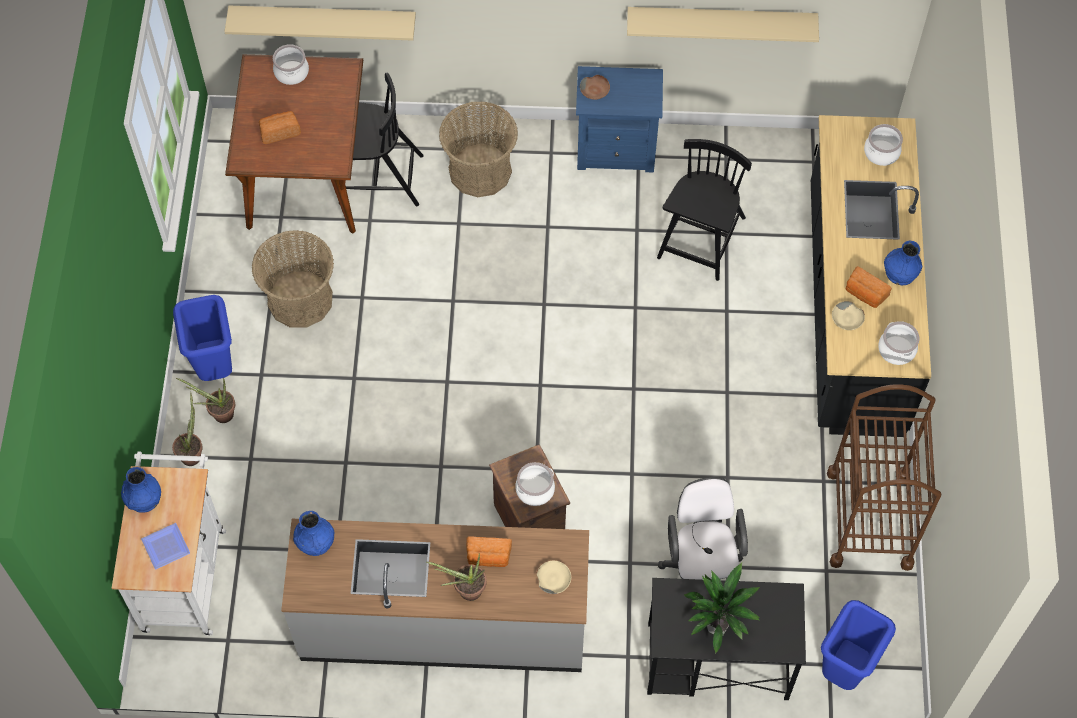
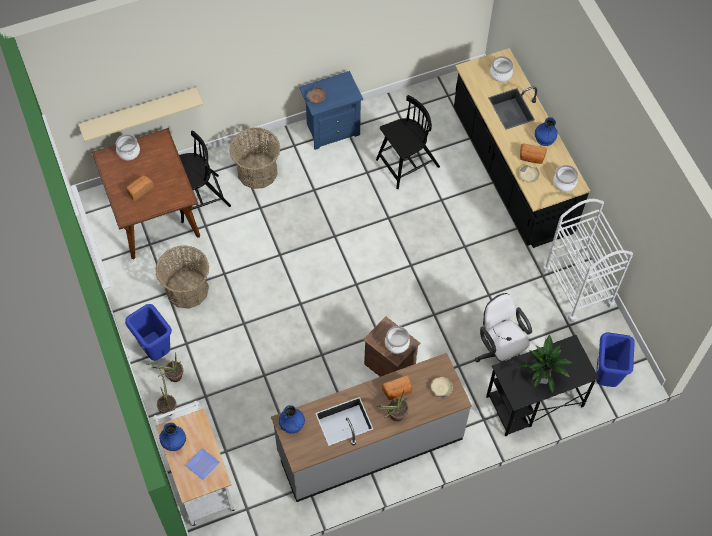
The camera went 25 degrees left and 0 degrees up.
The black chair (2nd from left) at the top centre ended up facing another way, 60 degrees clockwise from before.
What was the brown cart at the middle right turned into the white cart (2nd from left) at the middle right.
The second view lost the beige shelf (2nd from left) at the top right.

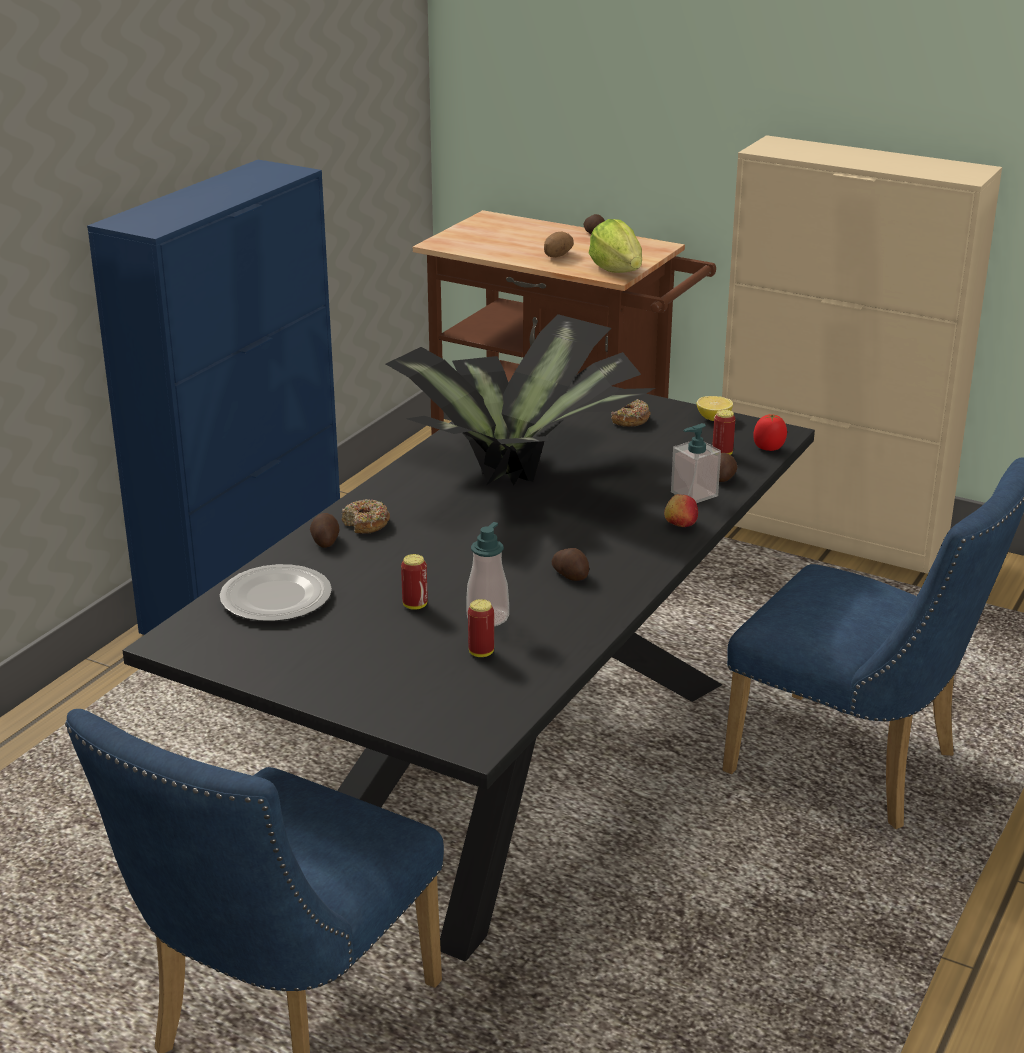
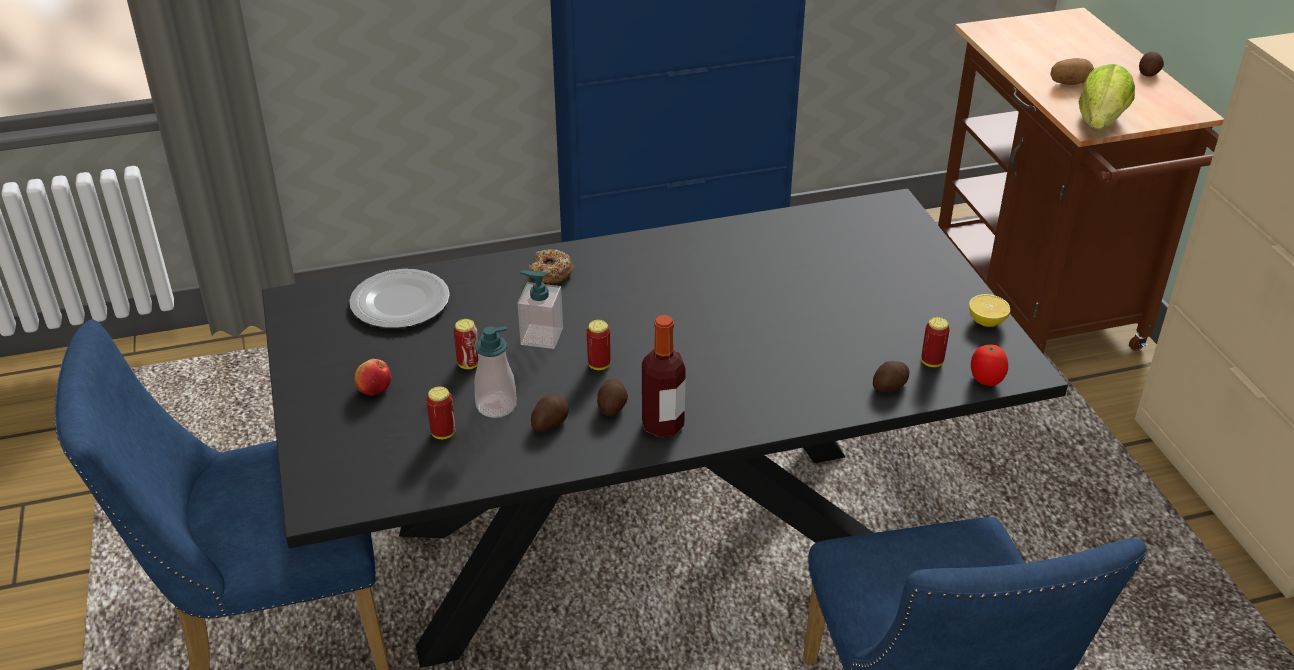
The camera went 45 degrees right and 10 degrees up.
The apple ended up elsewhere, having gone from the centre to the middle left.
The soap dispenser (2nd from left) ended up elsewhere, having gone from the middle right to the centre.
The potato (1st from left) ended up elsewhere, having gone from the middle left to the centre.
The second view gained the can (3rd from left) at the centre.
The second view gained the bottle at the centre.
The second view lost the potted plant at the centre.
The second view lost the donut (2nd from left) at the centre.

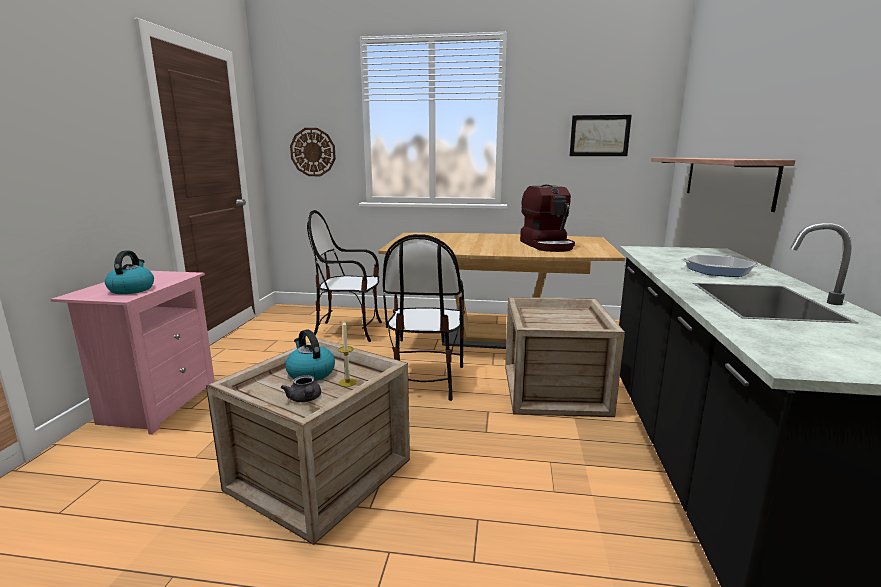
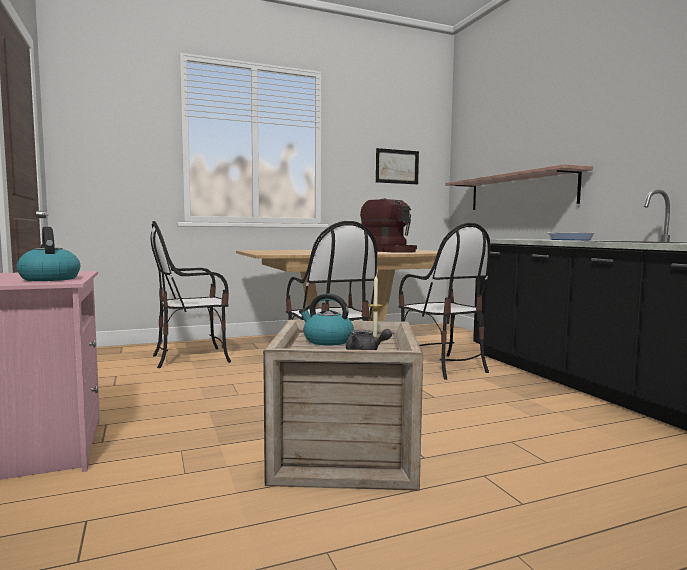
The camera went 30 degrees left and 10 degrees down.
Where the crate (2nd from left) stood at the centre, the chair (3rd from left) came to stand at the centre.
The second view lost the wall clock at the top centre.

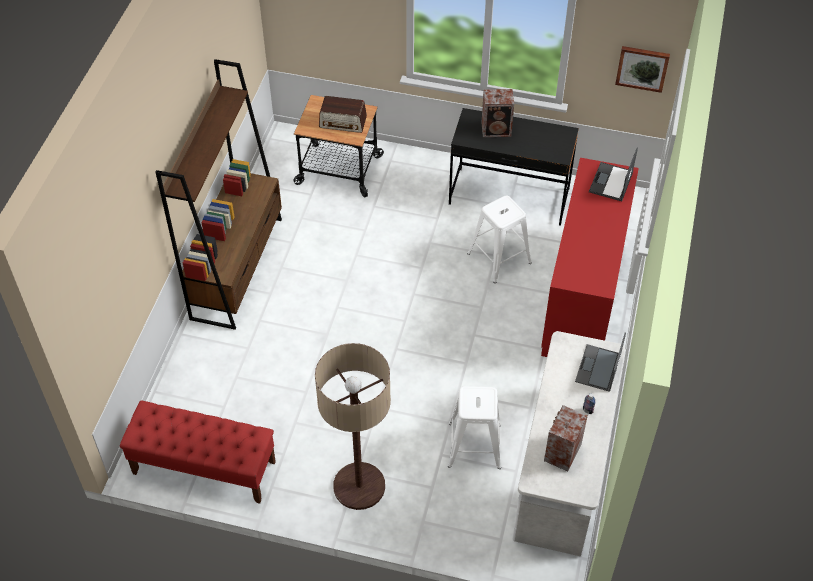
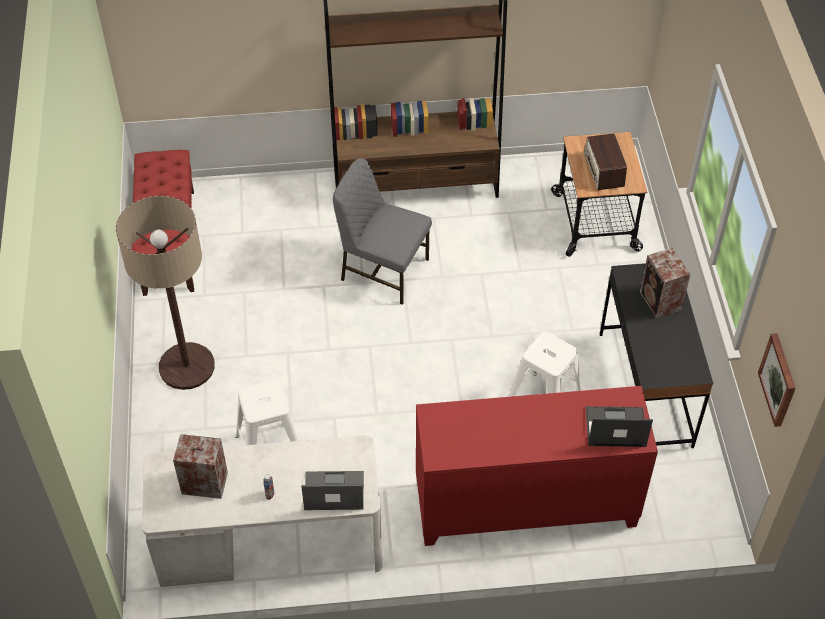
The camera went 70 degrees right and 0 degrees up.
The second view gained the grey chair at the centre.

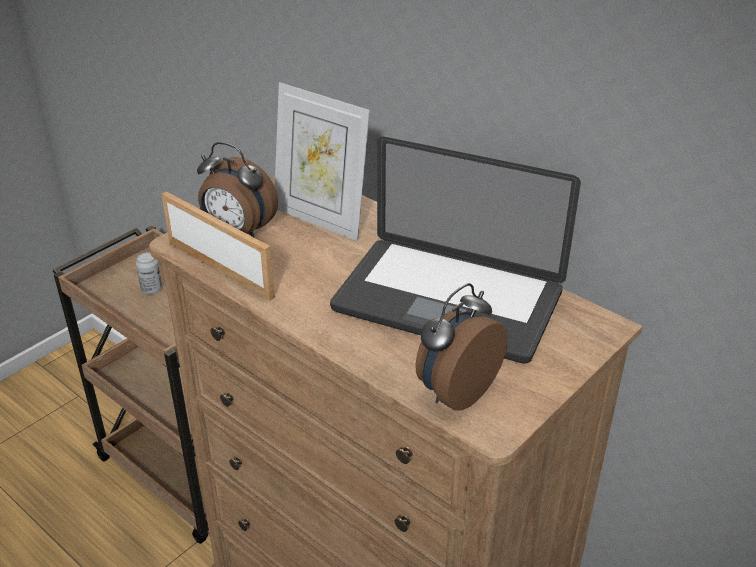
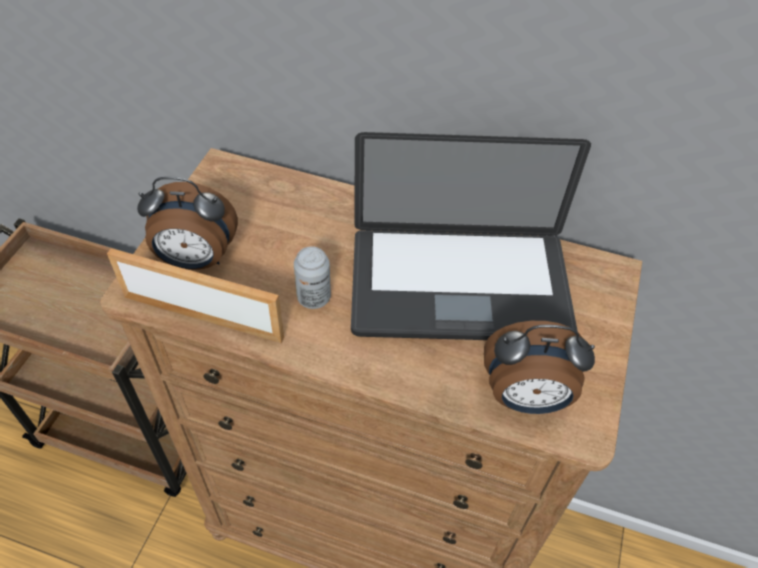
The camera went 25 degrees left and 15 degrees up.
The can ended up elsewhere, having gone from the middle left to the centre.
The alarm clock (2nd from left) at the centre ended up facing another way, 105 degrees counterclockwise from before.
The second view lost the picture frame (2nd from left) at the top centre.

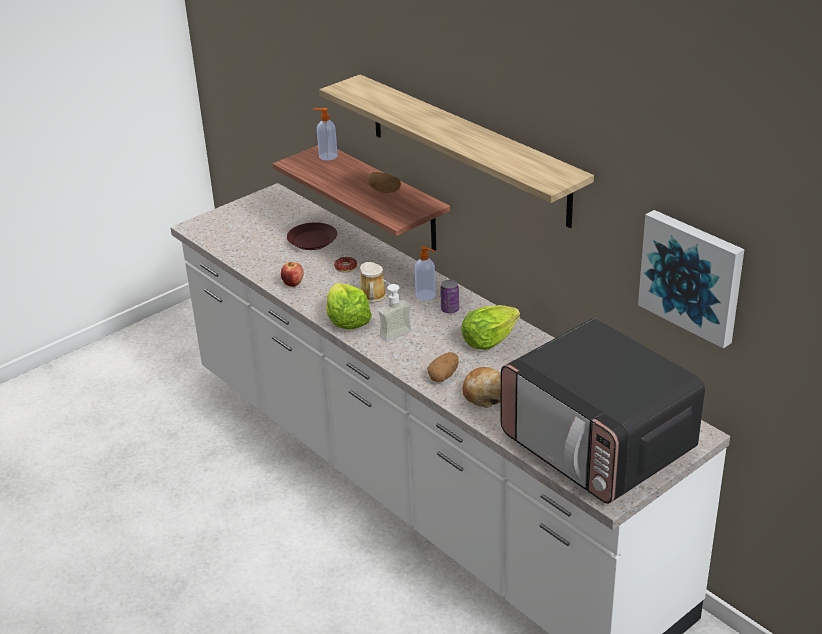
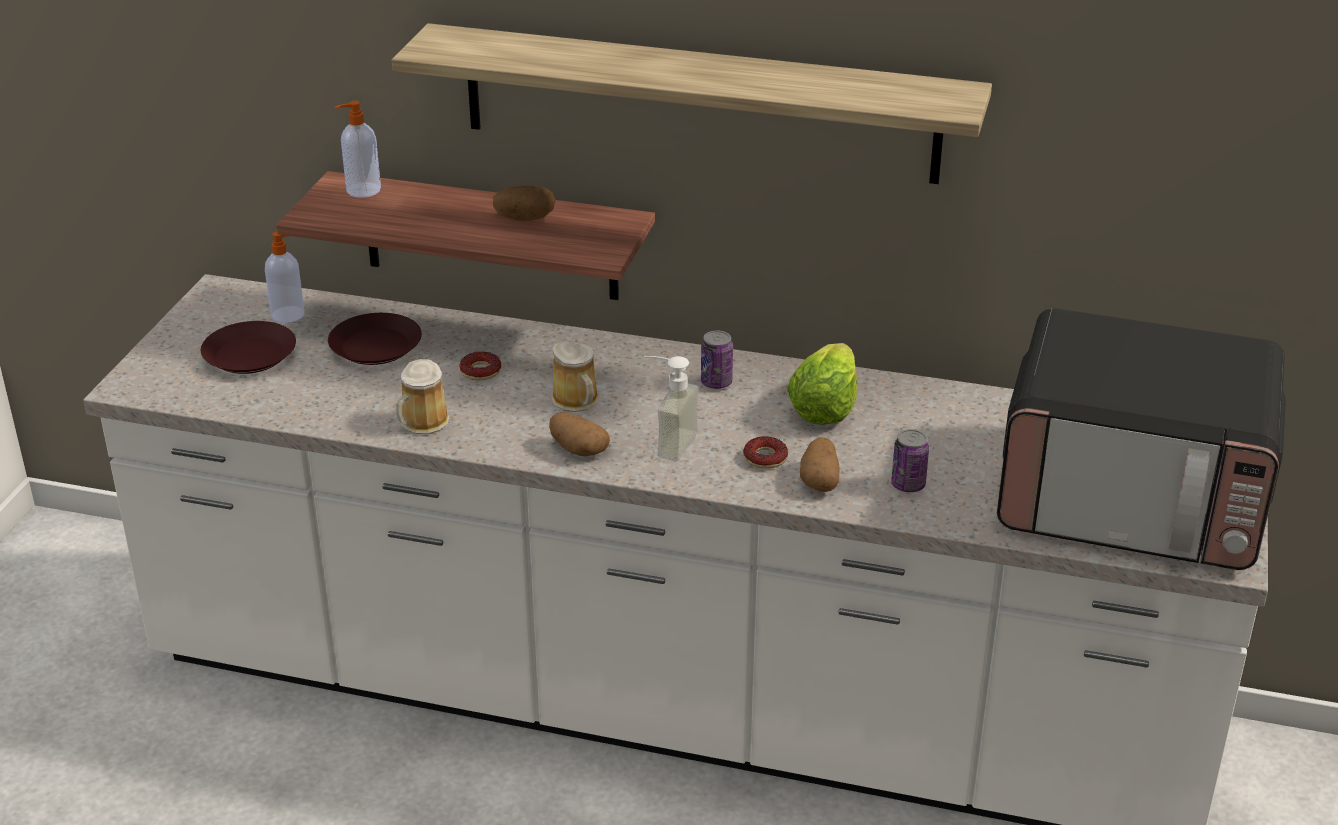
The camera went 35 degrees left and 0 degrees up.
The second view gained the brown plate (1st from left) at the middle left.
The soap dispenser (3rd from left in the first image) ended up elsewhere, having gone from the centre to the middle left.
Where the apple stood at the centre, the mug (1st from left) came to stand at the middle left.
Where the lettuce (1st from left) stood at the centre, the potato (2nd from left) came to stand at the centre.
The second view gained the donut (2nd from left) at the centre.
Where the bread stood at the centre, the can (2nd from left) came to stand at the middle right.
The second view lost the picture at the middle right.

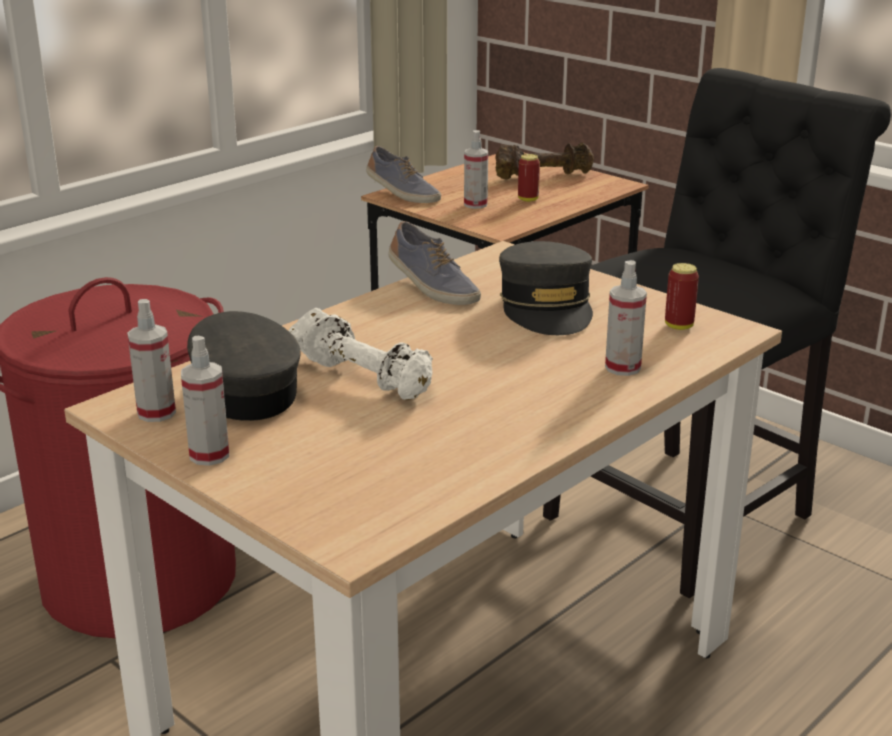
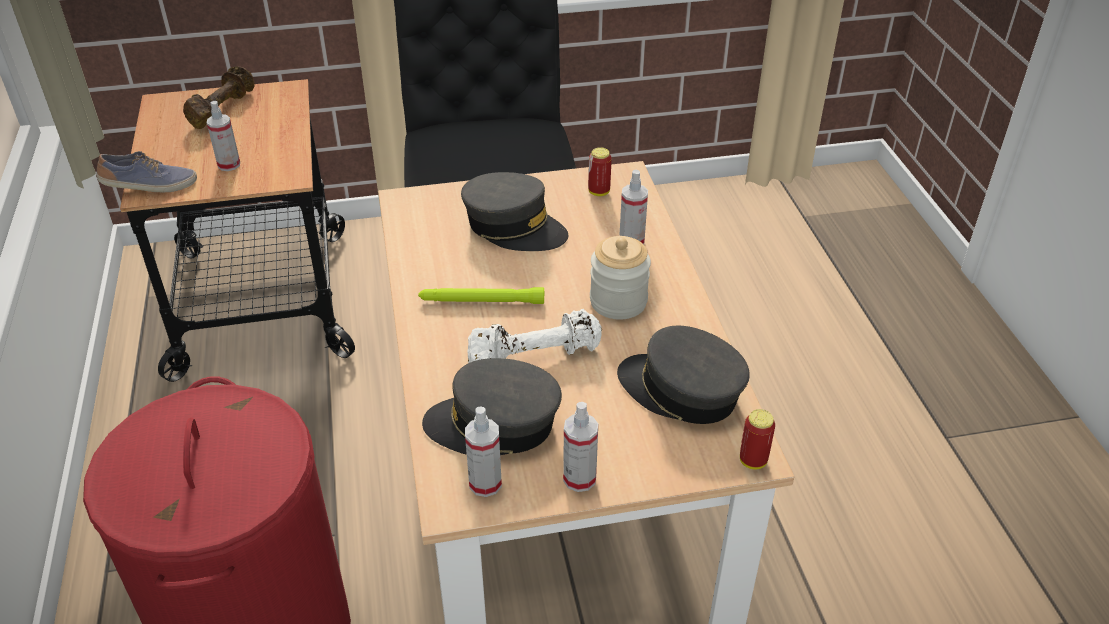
The camera went 55 degrees left and 15 degrees up.
The second view gained the green flashlight at the centre.
The second view gained the jar at the centre.
The second view gained the grey cap (3rd from left) at the centre.
The can (1st from left in the first image) ended up elsewhere, having gone from the top centre to the bottom right.
The second view lost the shoe (2nd from left) at the centre.

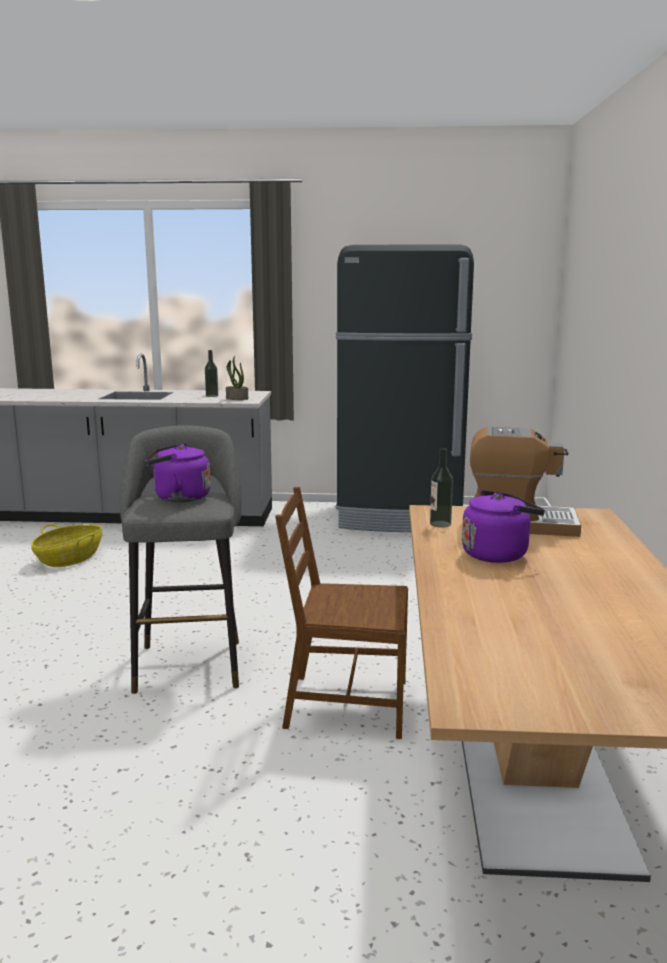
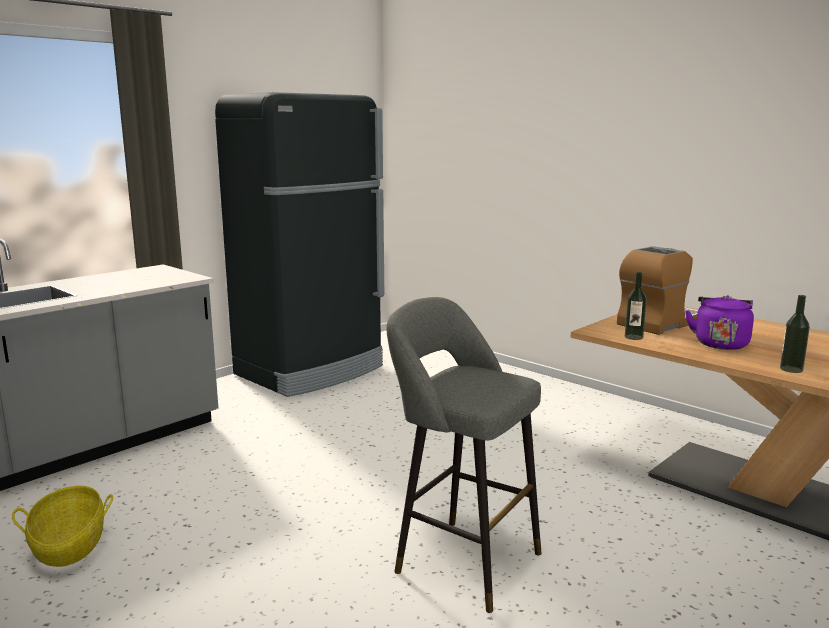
The camera went 50 degrees left and 0 degrees up.
The bottle (1st from left in the first image) ended up elsewhere, having gone from the middle left to the middle right.
The second view lost the purple kettle (1st from left) at the middle left.
The second view lost the potted plant at the centre.
The second view lost the brown chair at the centre.

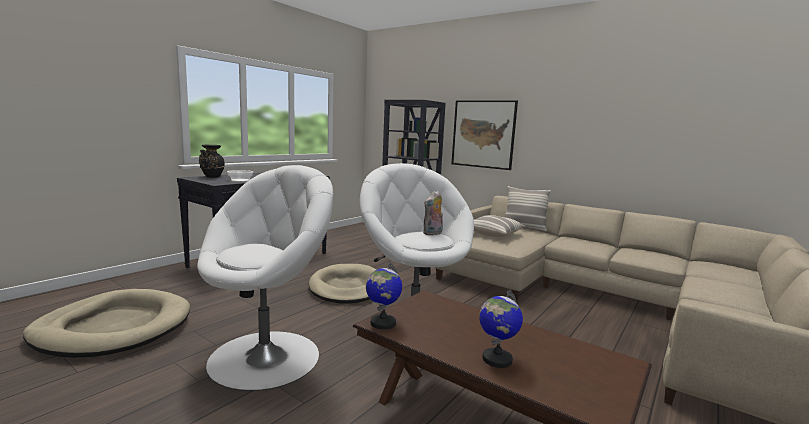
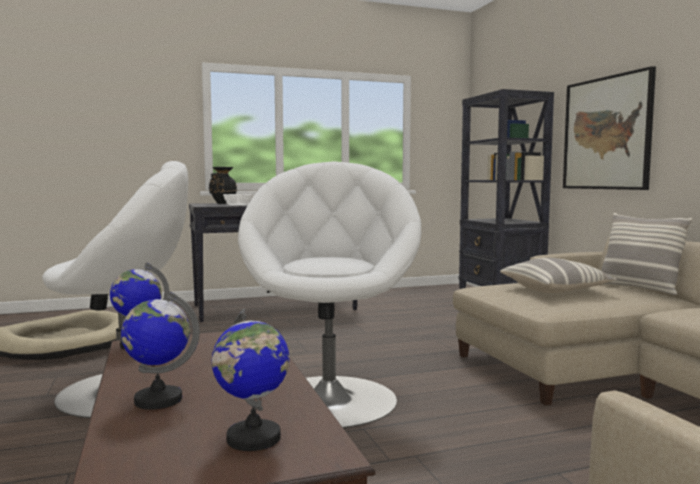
The camera went 35 degrees right and 5 degrees down.
The second view gained the globe (3rd from left) at the bottom centre.
The second view lost the beige dog bed (2nd from left) at the bottom centre.
The second view lost the plush toy at the centre.

